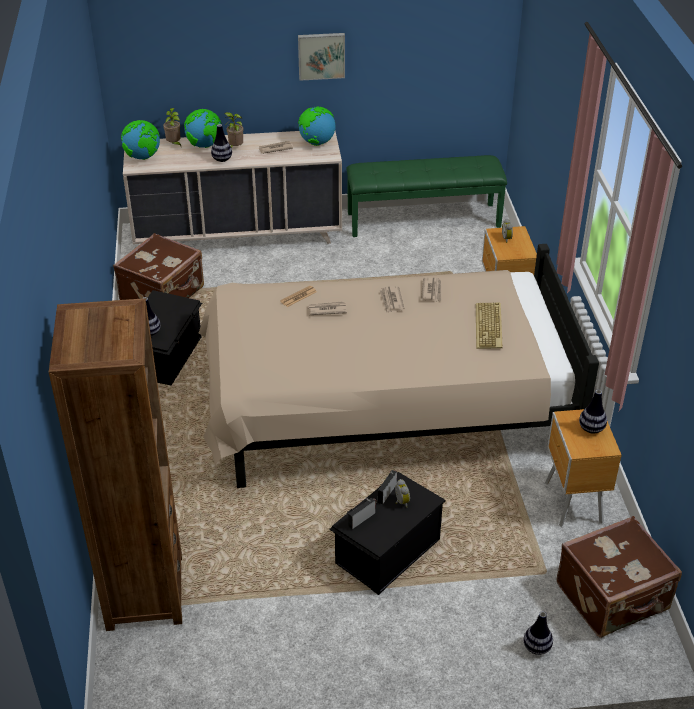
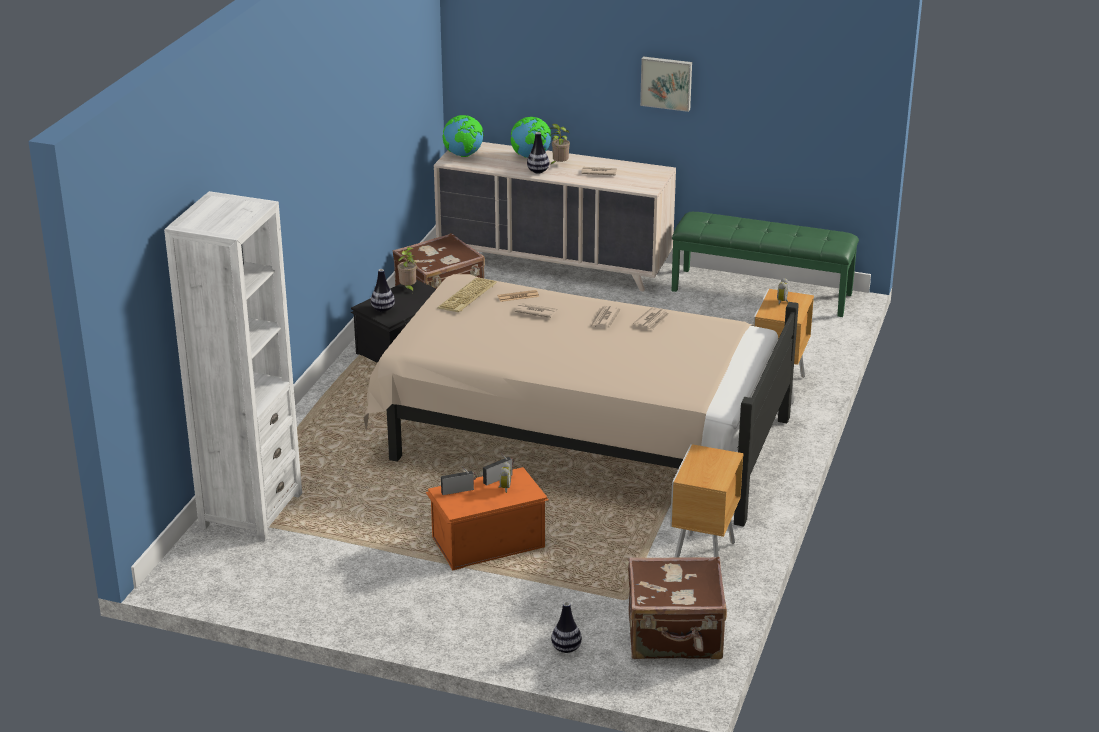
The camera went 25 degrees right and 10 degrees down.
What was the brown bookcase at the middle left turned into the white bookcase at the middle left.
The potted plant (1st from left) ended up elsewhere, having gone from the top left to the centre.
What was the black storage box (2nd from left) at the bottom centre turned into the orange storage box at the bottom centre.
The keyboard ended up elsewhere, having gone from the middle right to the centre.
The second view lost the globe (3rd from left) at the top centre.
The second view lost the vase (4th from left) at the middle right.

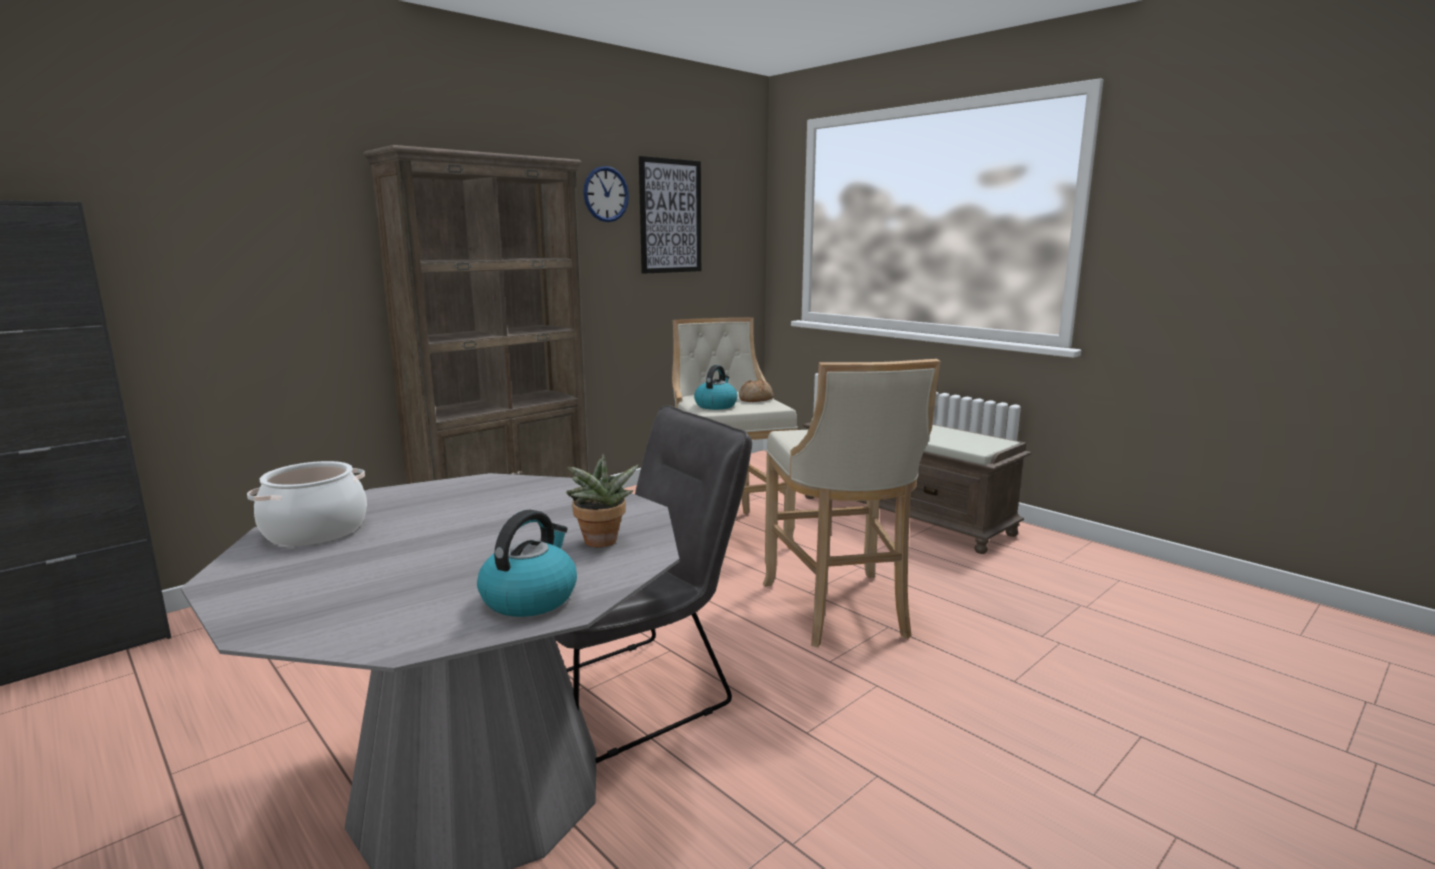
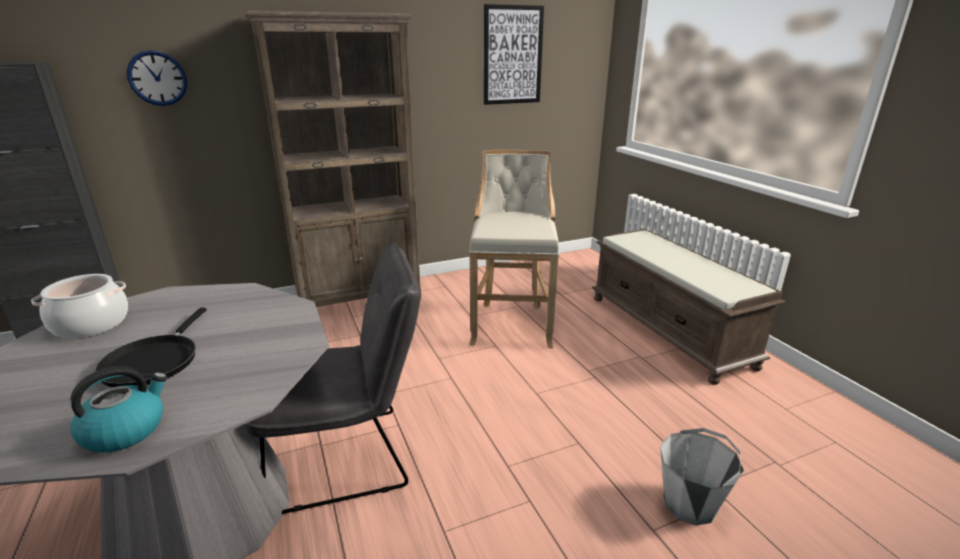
The camera went 20 degrees right and 10 degrees up.
The second view gained the black frying pan at the middle left.
The wall clock ended up elsewhere, having gone from the top centre to the top left.
The second view gained the grey bucket at the bottom right.
The second view lost the potted plant at the centre.
The second view lost the kettle (2nd from left) at the centre.
The second view lost the bread at the centre.
The second view lost the beige stool (2nd from left) at the centre.

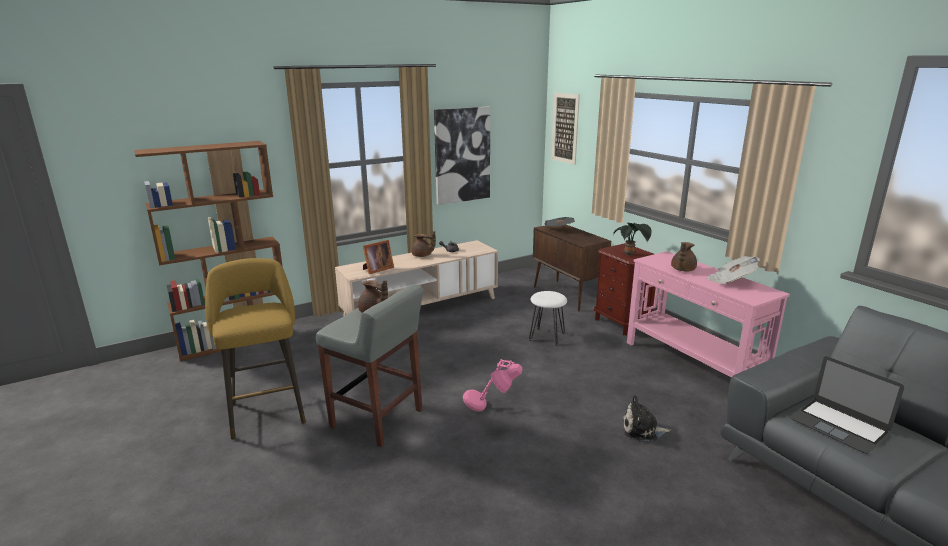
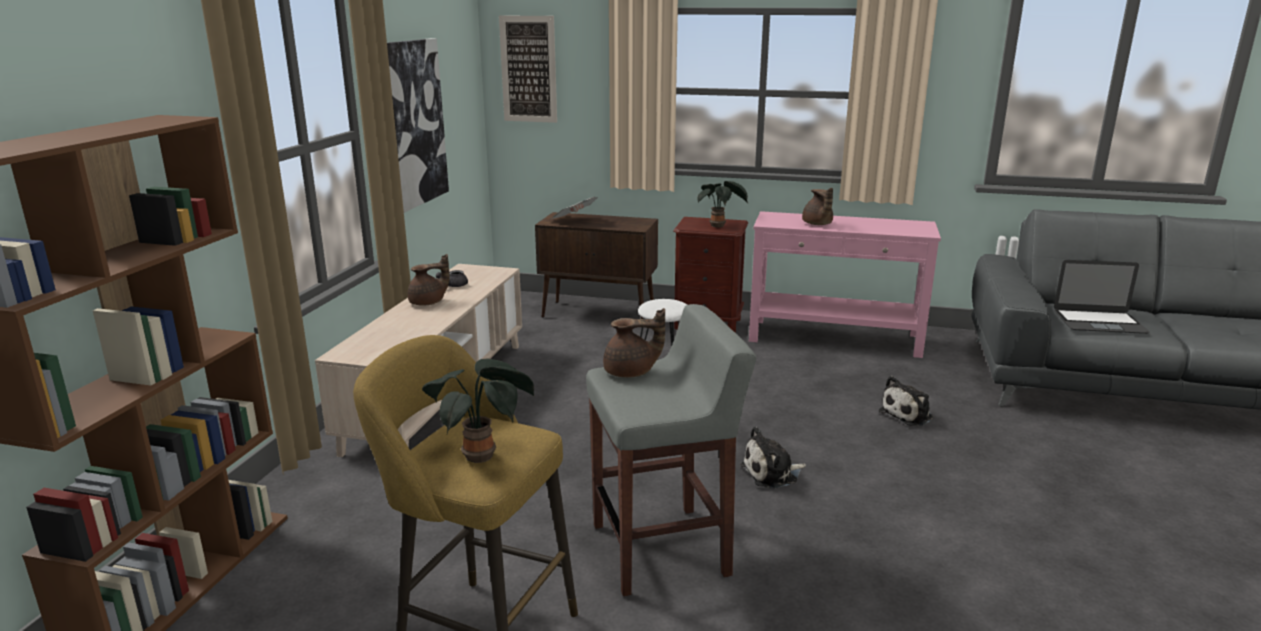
The camera went 45 degrees left and 0 degrees up.
The second view gained the potted plant (1st from left) at the centre.
Where the pink table lamp stood at the bottom centre, the plush toy (1st from left) came to stand at the bottom centre.
The second view lost the picture frame at the centre.
The second view lost the newspaper (2nd from left) at the middle right.

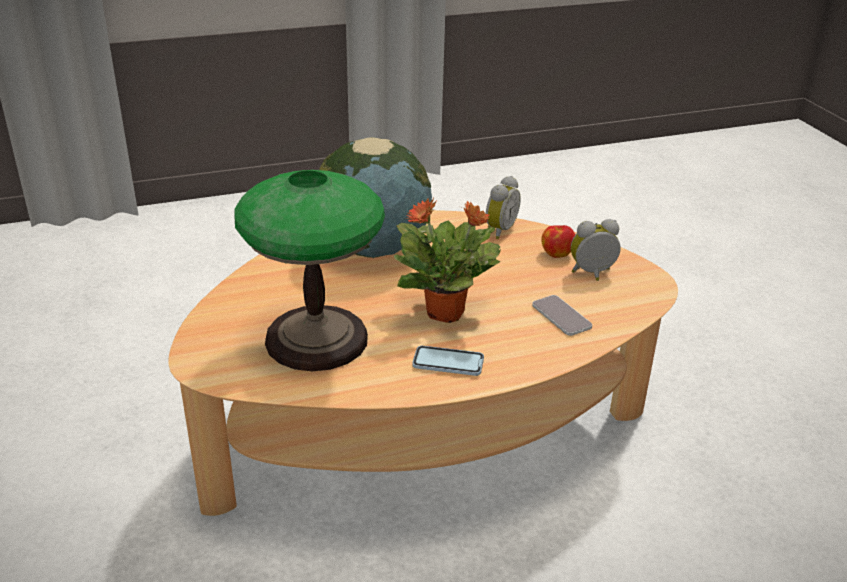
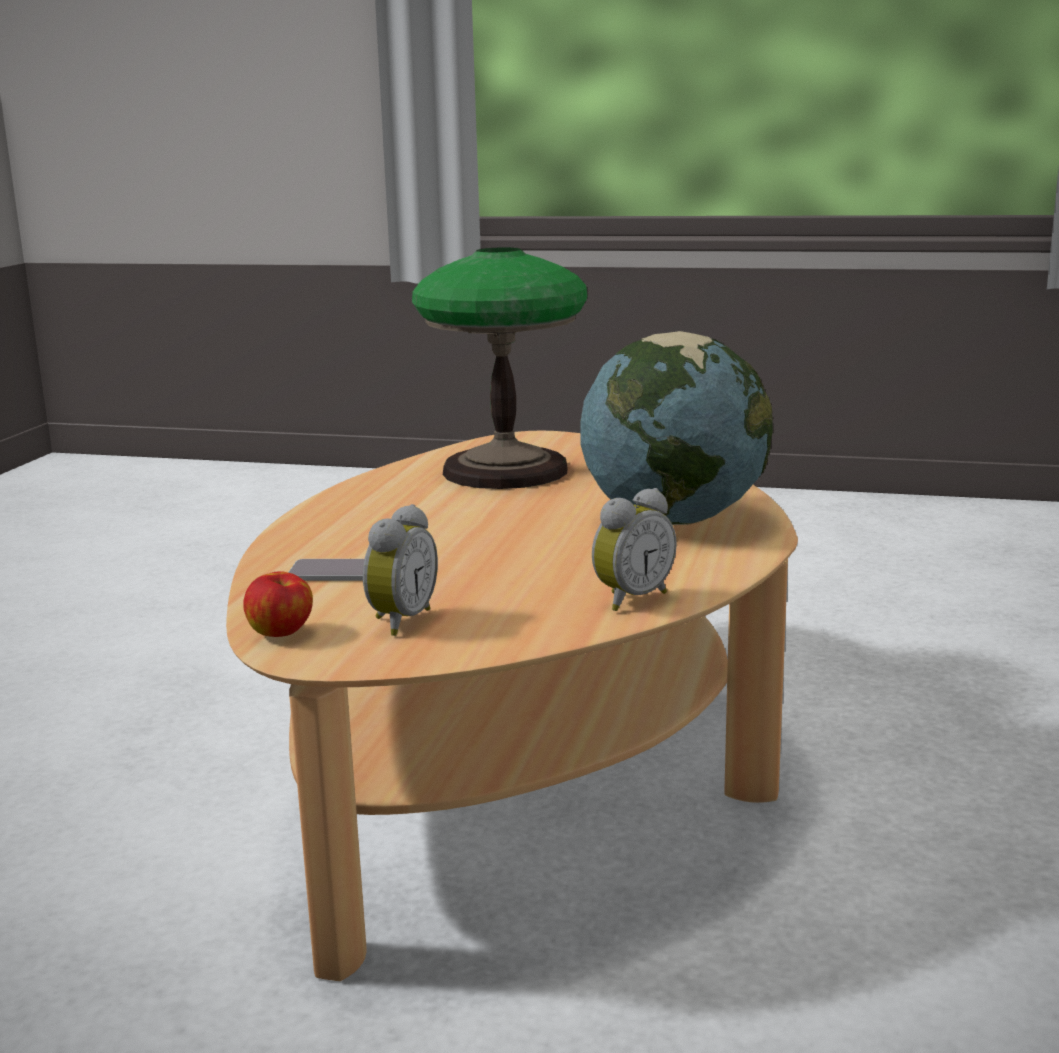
The camera went 125 degrees right and 15 degrees down.
The apple ended up elsewhere, having gone from the centre to the middle left.
The alarm clock (1st from left in the first image) at the centre ended up facing another way, 105 degrees counterclockwise from before.
The second view lost the potted plant at the centre.
The second view lost the phone (1st from left) at the centre.

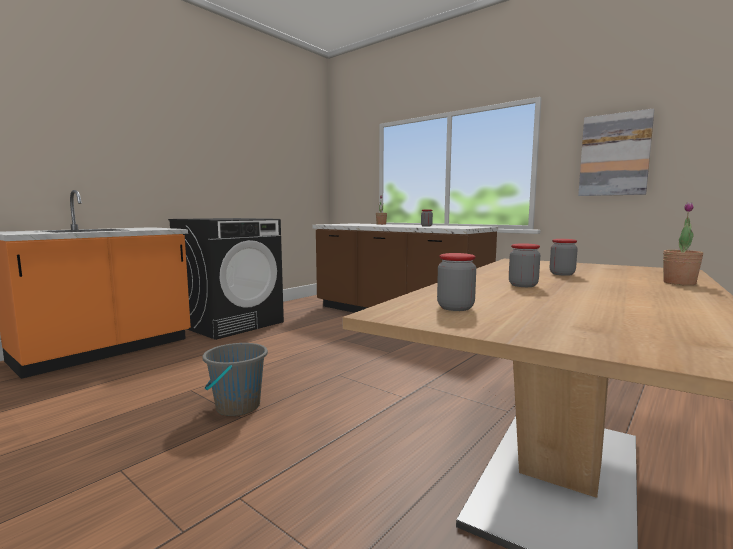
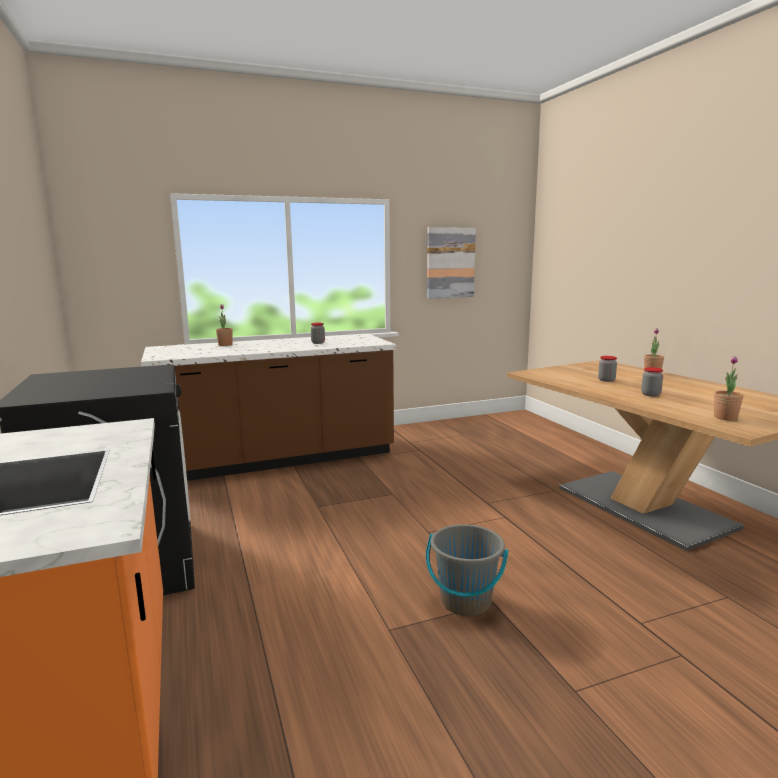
The camera went 60 degrees left and 5 degrees up.
Where the jar (2nd from left) stood at the centre, the potted plant (3rd from left) came to stand at the middle right.

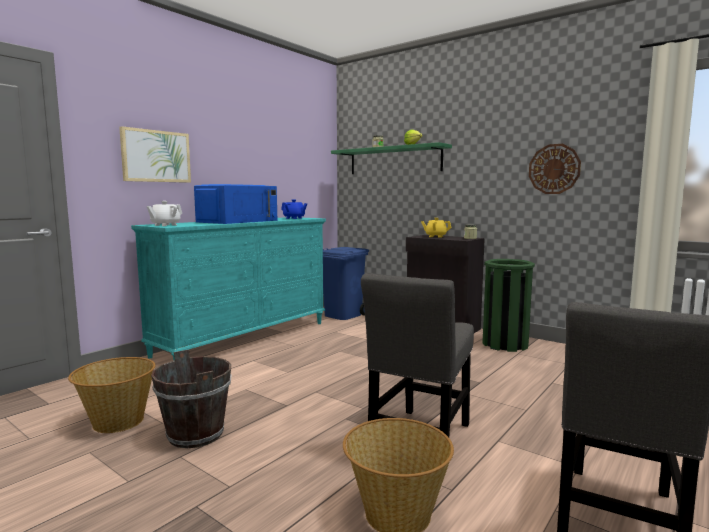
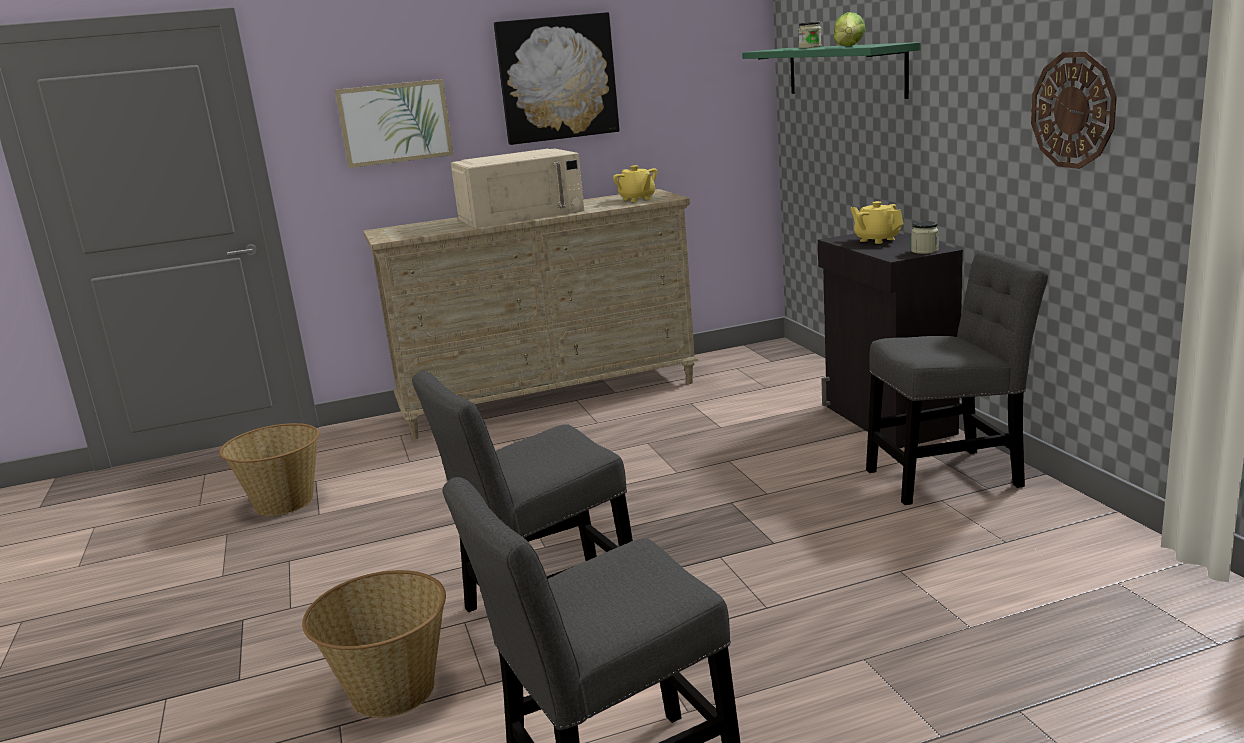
The camera went 35 degrees right and 10 degrees up.
What was the turquoise dresser at the middle left turned into the beige dresser at the centre.
What was the blue microwave at the middle left turned into the beige microwave at the top centre.
The second view gained the picture (2nd from left) at the top centre.
What was the blue teapot at the centre turned into the yellow teapot (1st from left) at the top centre.
Where the green trash can stood at the middle right, the grey chair (3rd from left) came to stand at the middle right.
The second view lost the white teapot at the middle left.
The second view lost the brown bucket at the bottom left.
The second view lost the blue trash can at the centre.

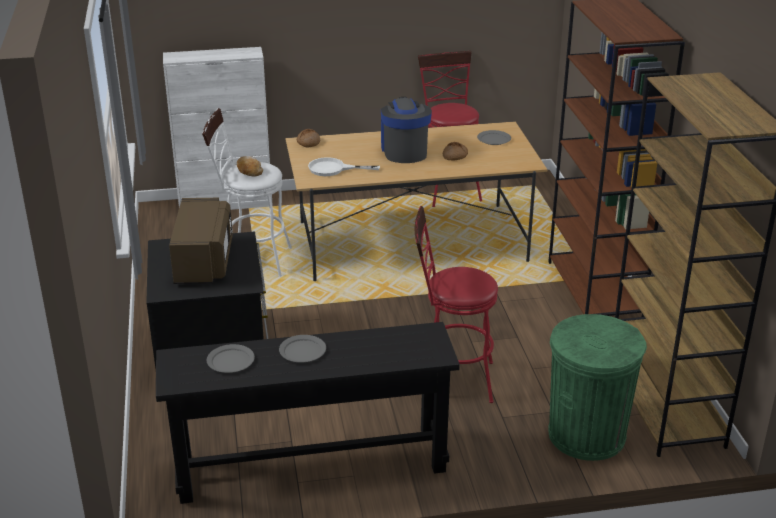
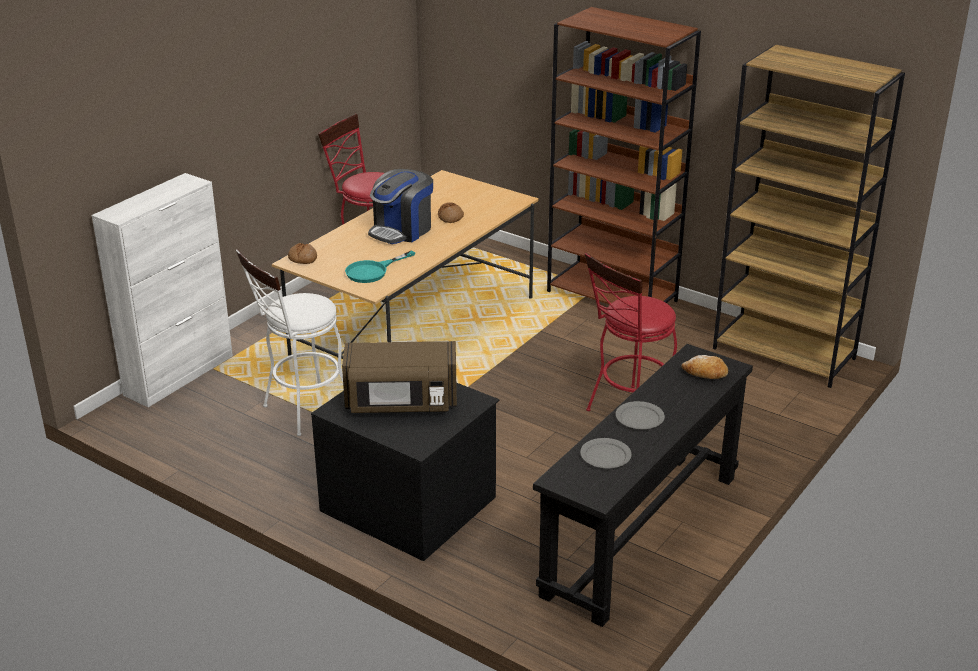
The camera went 45 degrees left and 0 degrees up.
The brown microwave at the middle left ended up facing another way, 135 degrees clockwise from before.
What was the white frying pan at the top centre turned into the turquoise frying pan at the centre.
The coffee machine at the top centre ended up facing another way, 90 degrees counterclockwise from before.
The bread (1st from left in the first image) ended up elsewhere, having gone from the top left to the middle right.
The second view lost the grey plate (3rd from left) at the top centre.
The second view lost the green trash can at the bottom right.

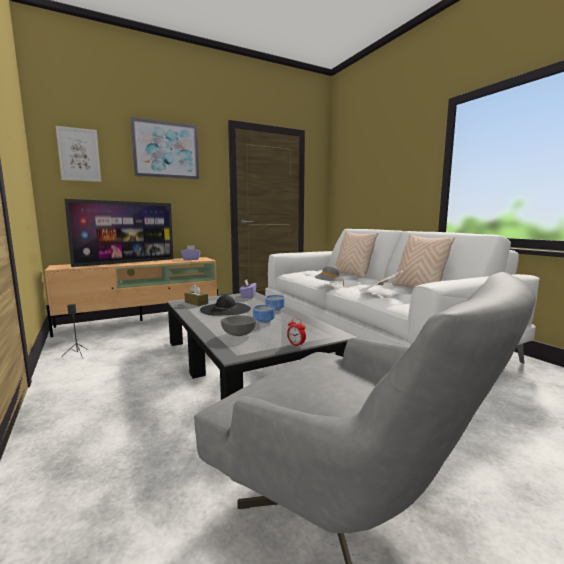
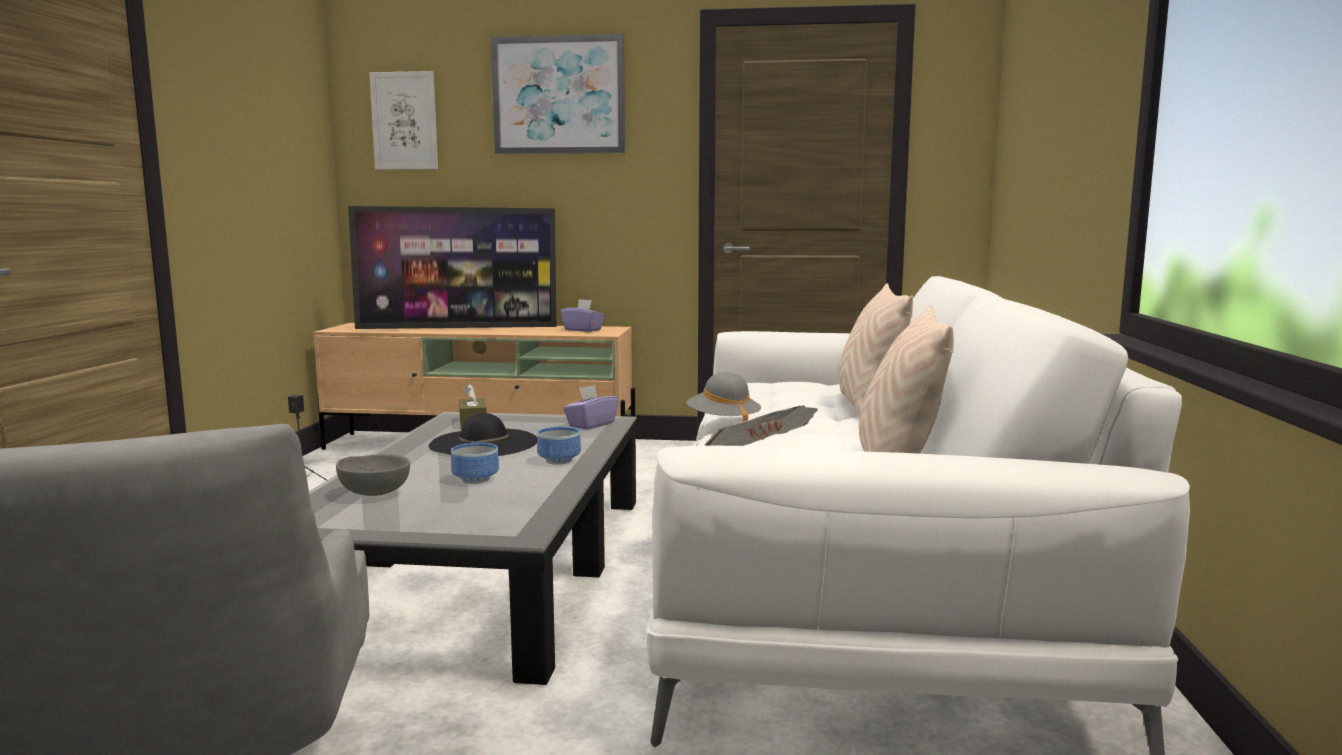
The camera went 35 degrees right and 0 degrees up.
The second view lost the alarm clock at the centre.

